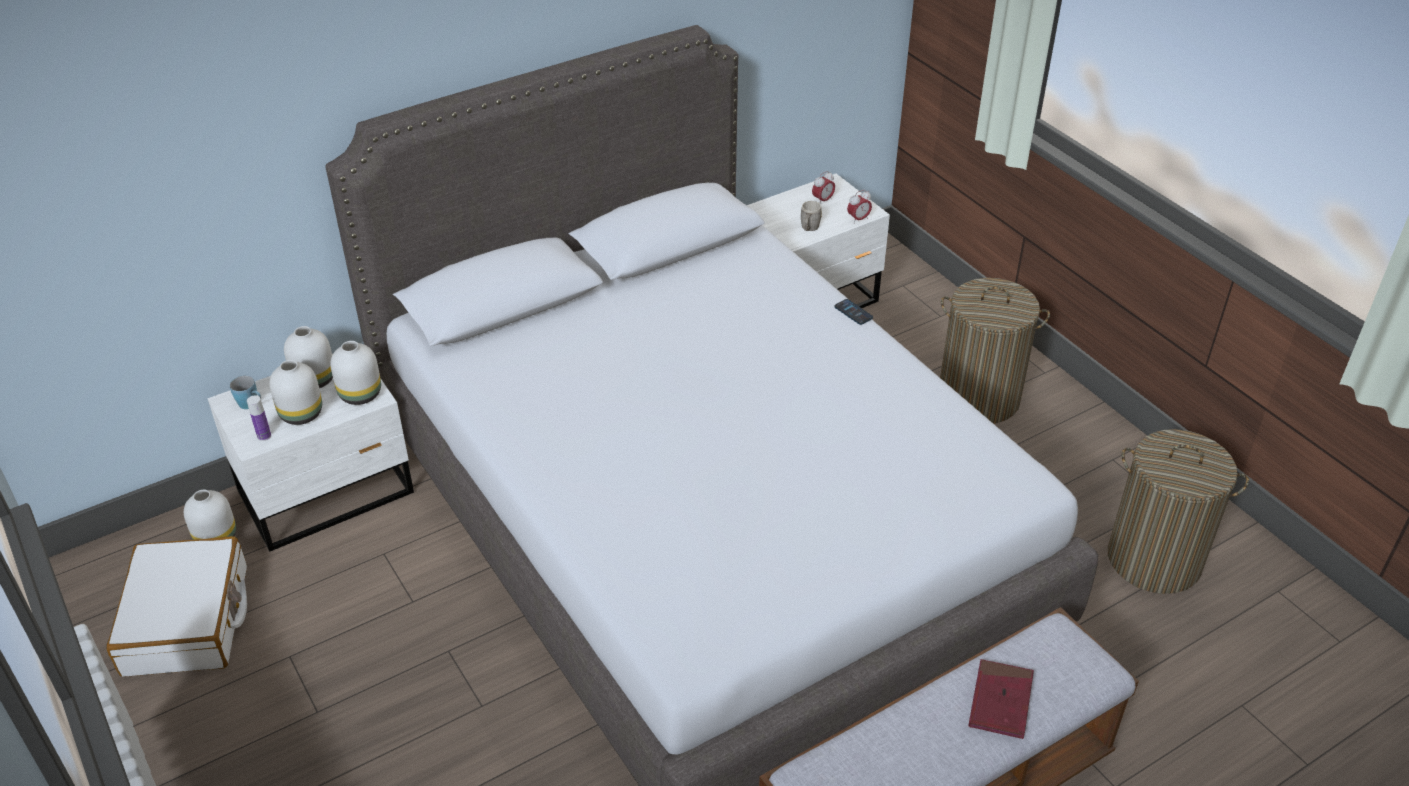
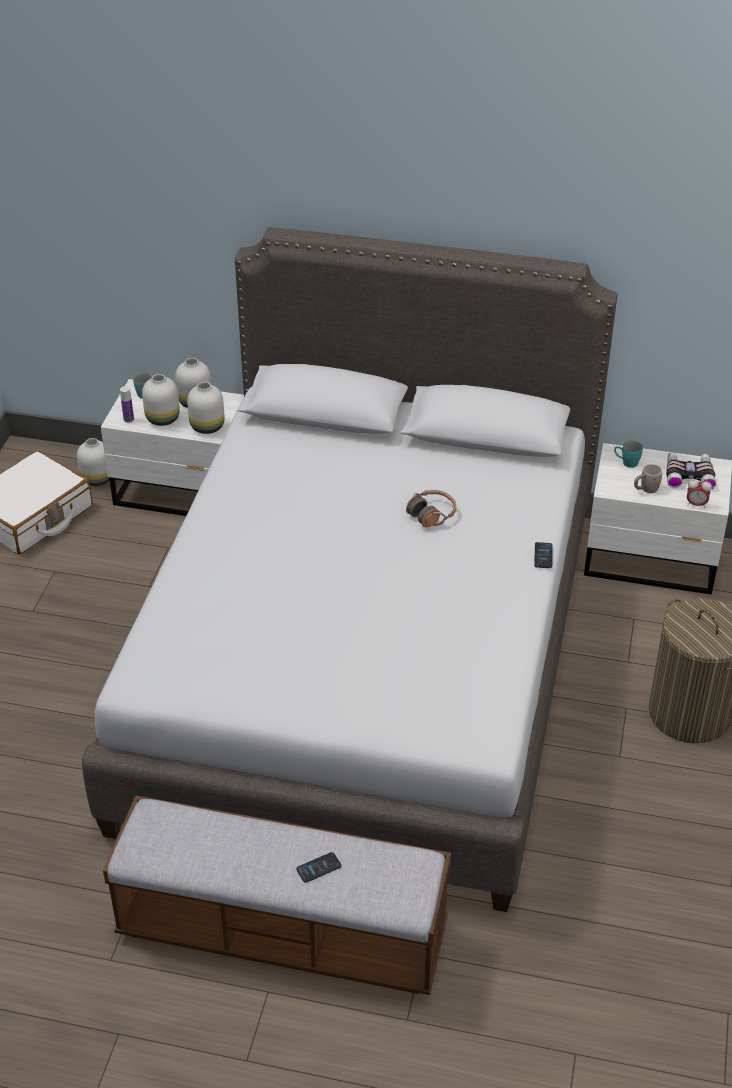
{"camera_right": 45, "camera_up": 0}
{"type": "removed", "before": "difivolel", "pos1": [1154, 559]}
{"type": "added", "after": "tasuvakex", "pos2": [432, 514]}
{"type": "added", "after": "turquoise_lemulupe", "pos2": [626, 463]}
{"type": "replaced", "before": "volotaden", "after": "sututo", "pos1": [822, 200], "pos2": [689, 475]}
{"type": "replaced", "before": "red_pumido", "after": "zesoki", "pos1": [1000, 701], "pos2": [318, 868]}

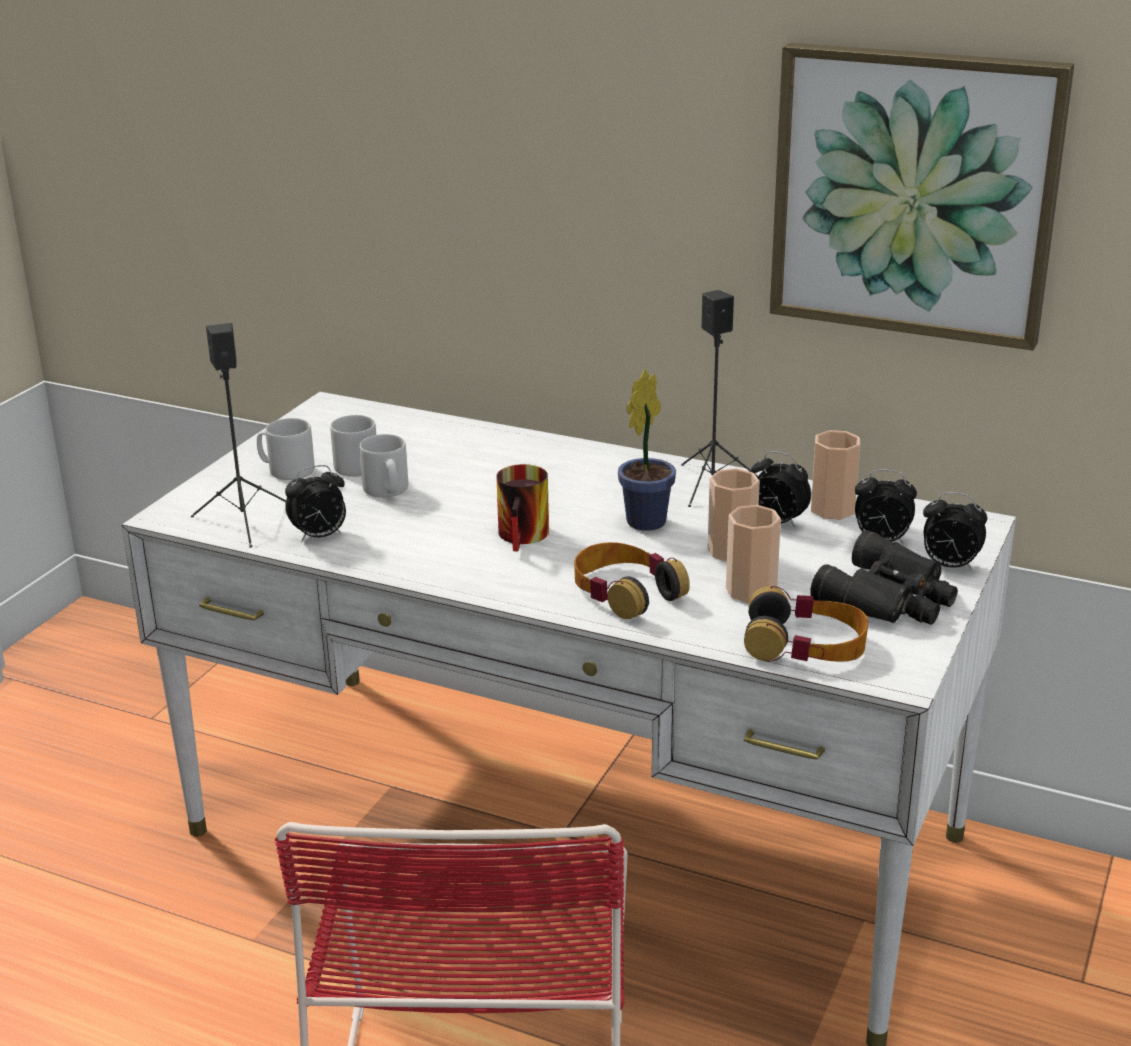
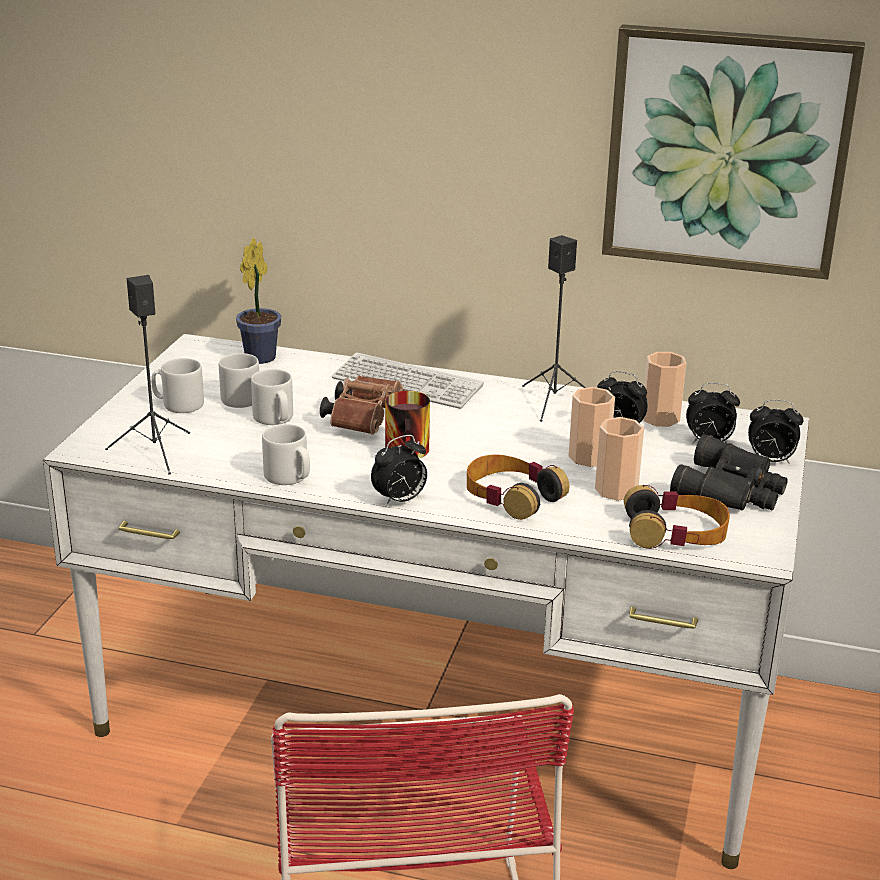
{"camera_right": -10, "camera_up": 0}
{"type": "added", "after": "grey_lemulupe", "pos2": [289, 477]}
{"type": "added", "after": "brown_sututo", "pos2": [364, 419]}
{"type": "added", "after": "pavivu", "pos2": [407, 383]}
{"type": "moved", "before": "volotaden", "pos1": [319, 537], "pos2": [400, 500]}
{"type": "moved", "before": "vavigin", "pos1": [649, 519], "pos2": [262, 356]}

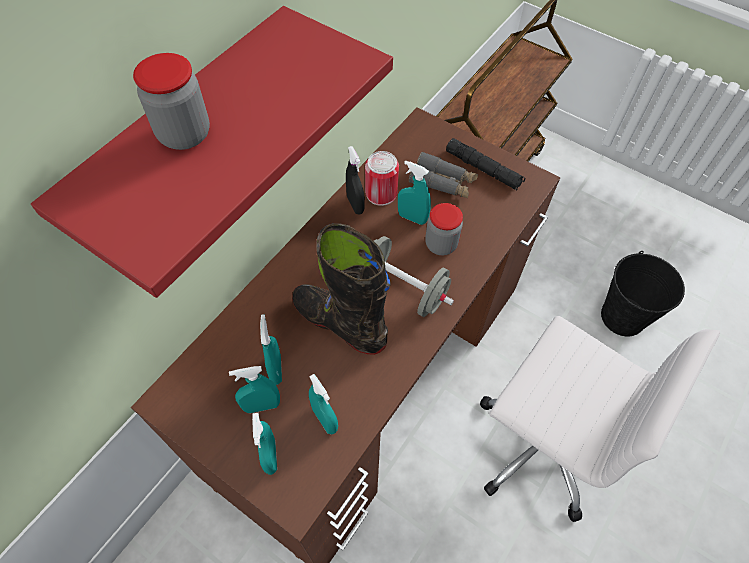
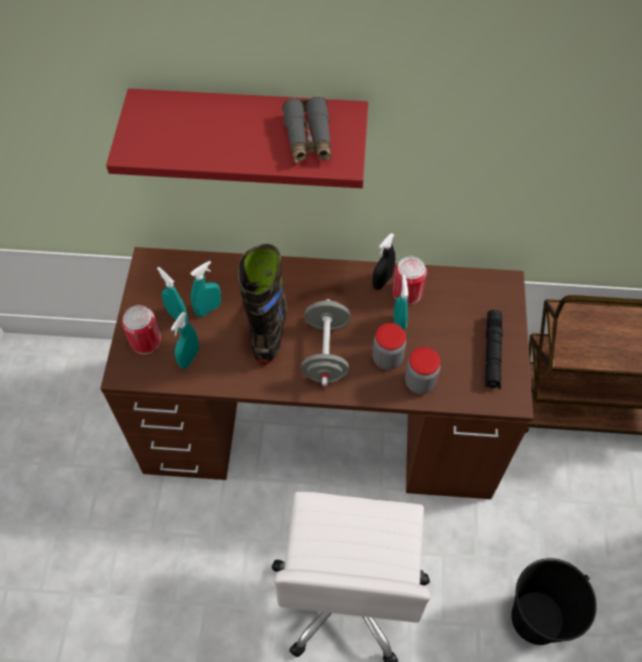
{"camera_right": 60, "camera_up": 0}
{"type": "moved", "before": "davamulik", "pos1": [184, 134], "pos2": [420, 382]}
{"type": "moved", "before": "grey_sututo", "pos1": [443, 182], "pos2": [308, 139]}
{"type": "replaced", "before": "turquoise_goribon", "after": "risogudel", "pos1": [270, 456], "pos2": [145, 341]}

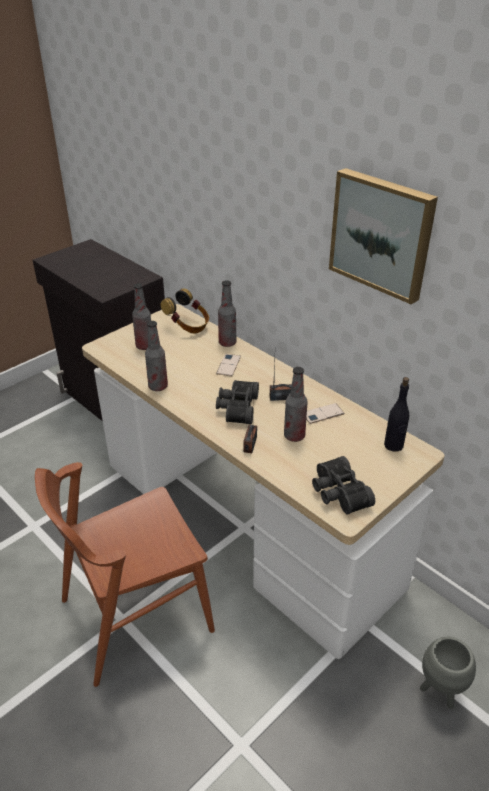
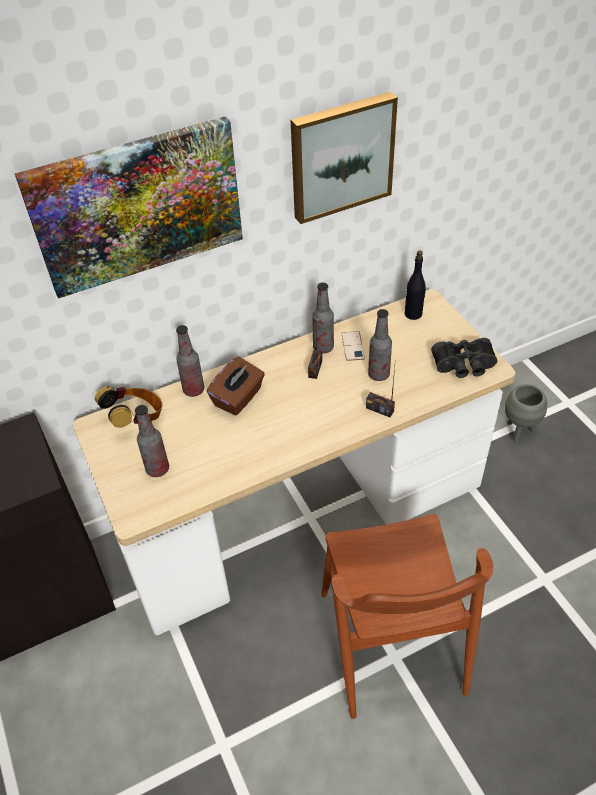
{"camera_right": -70, "camera_up": 10}
{"type": "removed", "before": "black_sututo", "pos1": [236, 408]}
{"type": "added", "after": "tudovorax", "pos2": [137, 206]}
{"type": "moved", "before": "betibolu", "pos1": [158, 386], "pos2": [323, 347]}
{"type": "replaced", "before": "zesoki", "after": "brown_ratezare", "pos1": [228, 365], "pos2": [238, 398]}

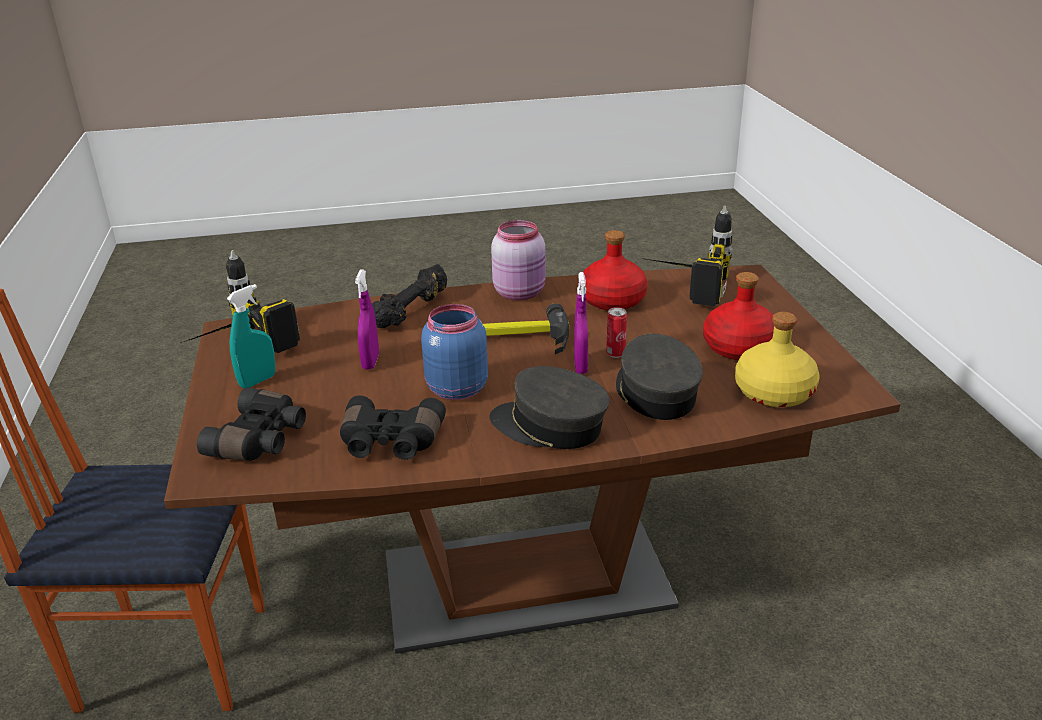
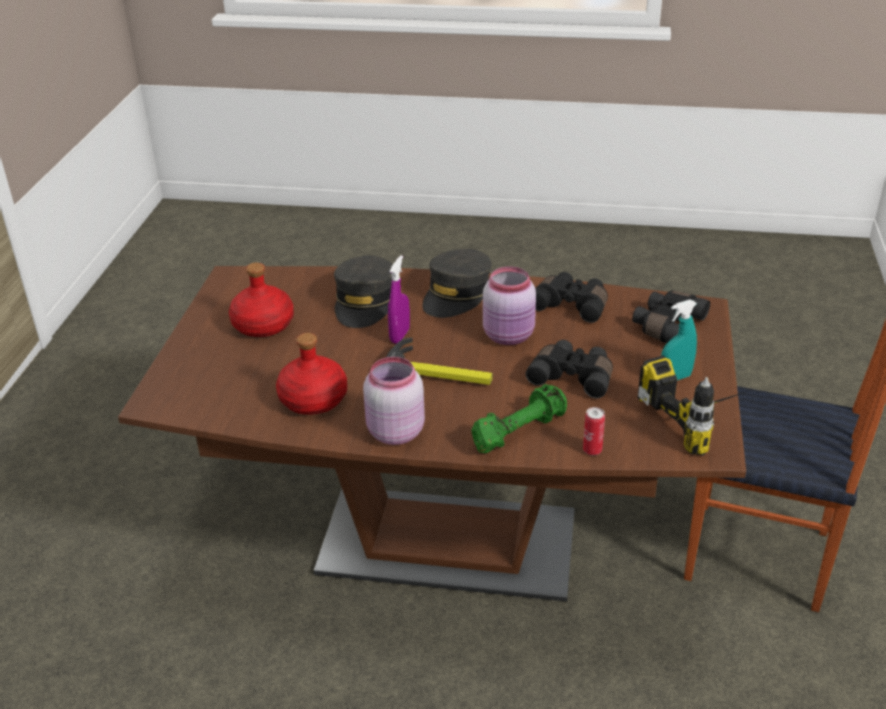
{"camera_right": -160, "camera_up": 5}
{"type": "removed", "before": "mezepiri", "pos1": [681, 287]}
{"type": "removed", "before": "yellow_betibolu", "pos1": [773, 392]}
{"type": "moved", "before": "risogudel", "pos1": [615, 354], "pos2": [592, 450]}
{"type": "replaced", "before": "purple_goribon", "after": "black_sututo", "pos1": [370, 362], "pos2": [573, 377]}
{"type": "recoloured", "before": "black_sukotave", "after": "green_sukotave", "pos1": [411, 311], "pos2": [518, 431]}
{"type": "recoloured", "before": "blue_davamulik", "after": "pink_davamulik", "pos1": [455, 389], "pos2": [510, 336]}
{"type": "turned", "before": "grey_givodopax", "pos1": [549, 426], "pos2": [456, 295], "turn": 75}

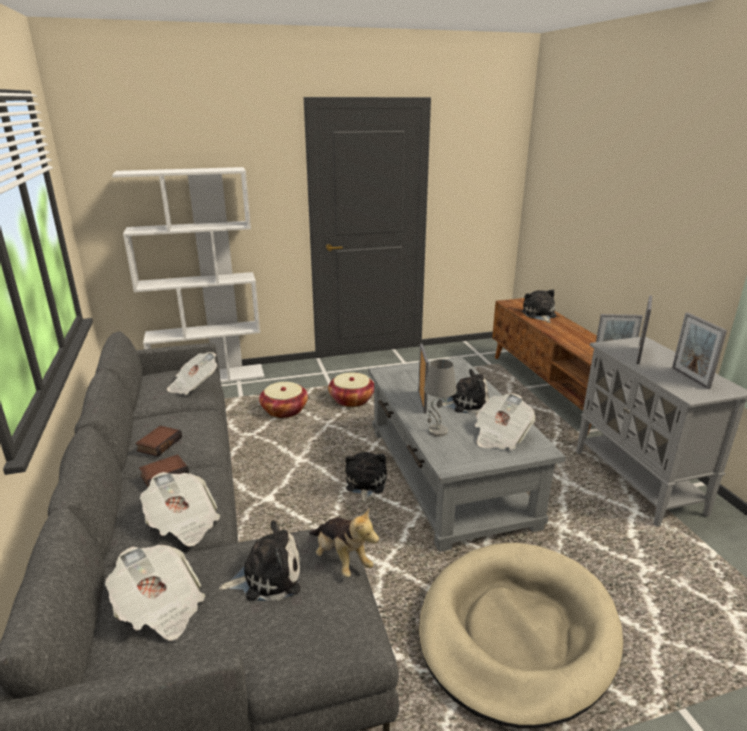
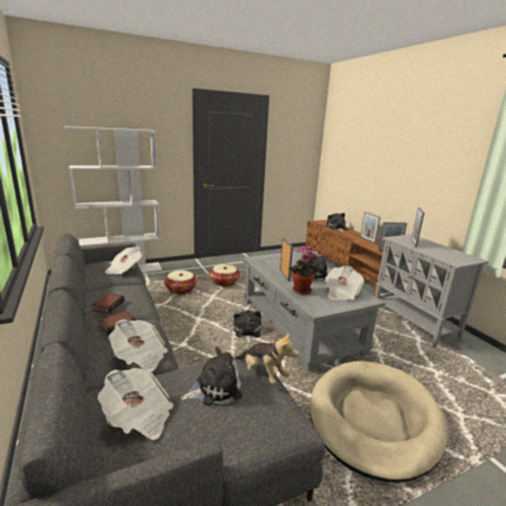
{"camera_right": -10, "camera_up": -5}
{"type": "moved", "before": "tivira", "pos1": [690, 378], "pos2": [367, 240]}
{"type": "replaced", "before": "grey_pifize", "after": "vavigin", "pos1": [437, 431], "pos2": [301, 291]}

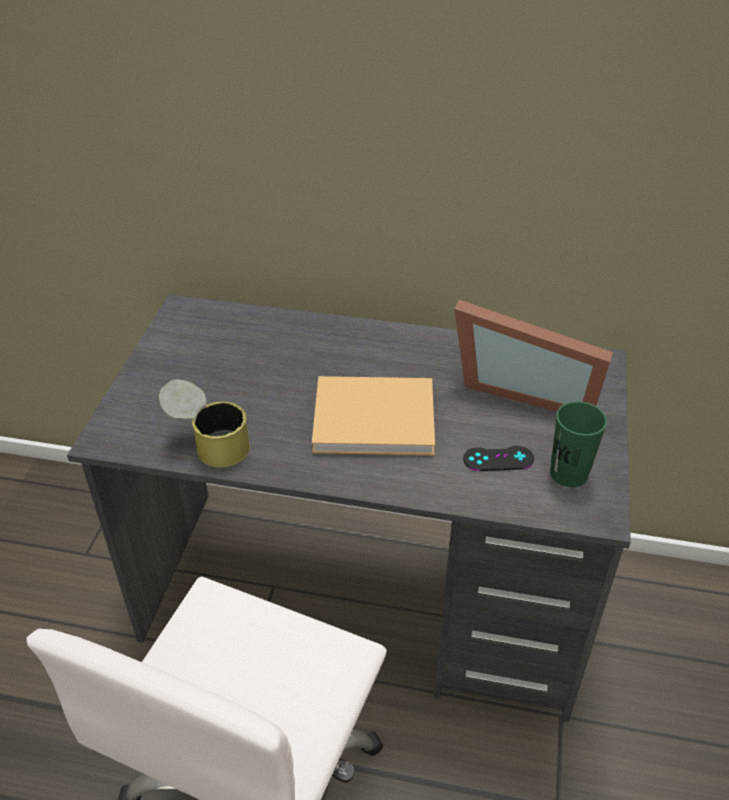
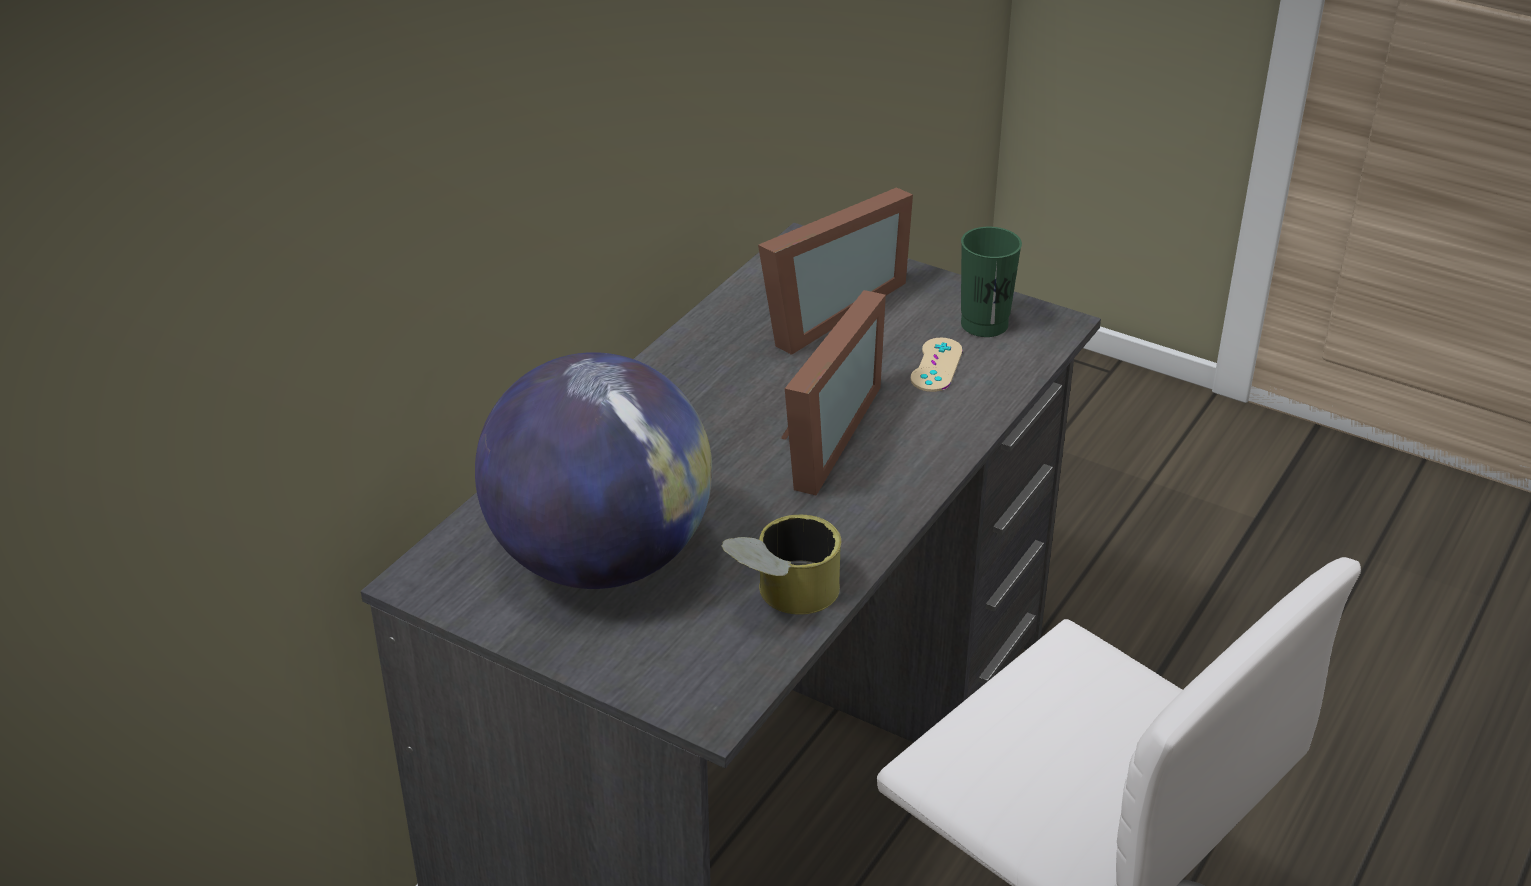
{"camera_right": -70, "camera_up": -5}
{"type": "added", "after": "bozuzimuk", "pos2": [600, 559]}
{"type": "replaced", "before": "beige_pumido", "after": "tivira", "pos1": [378, 419], "pos2": [815, 438]}
{"type": "recoloured", "before": "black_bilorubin", "after": "beige_bilorubin", "pos1": [498, 459], "pos2": [936, 365]}

